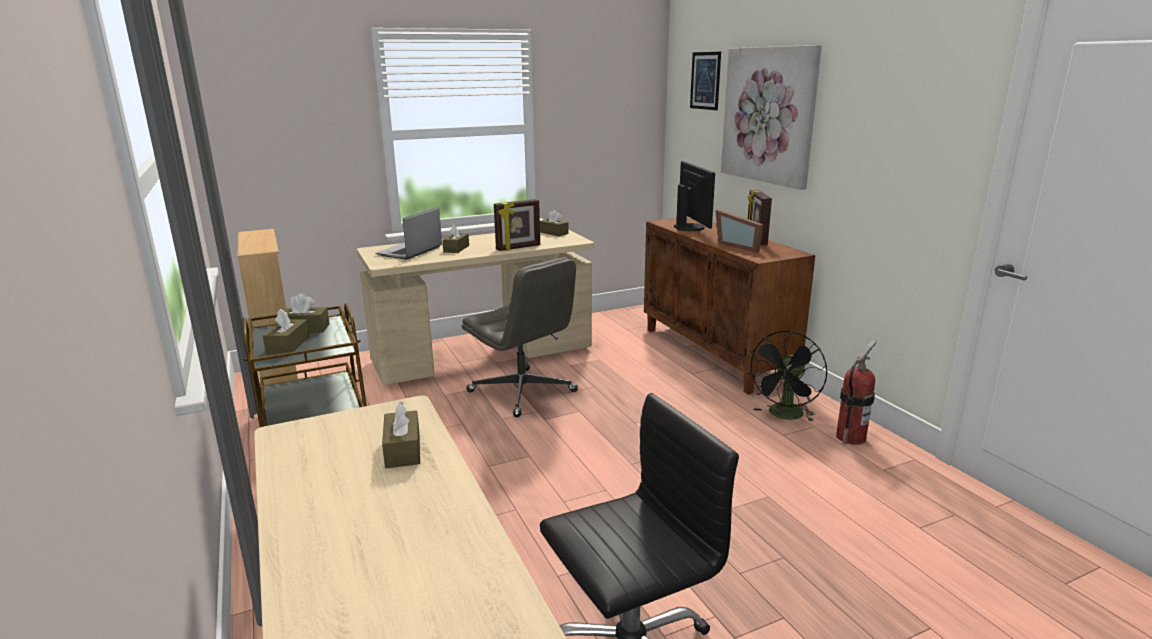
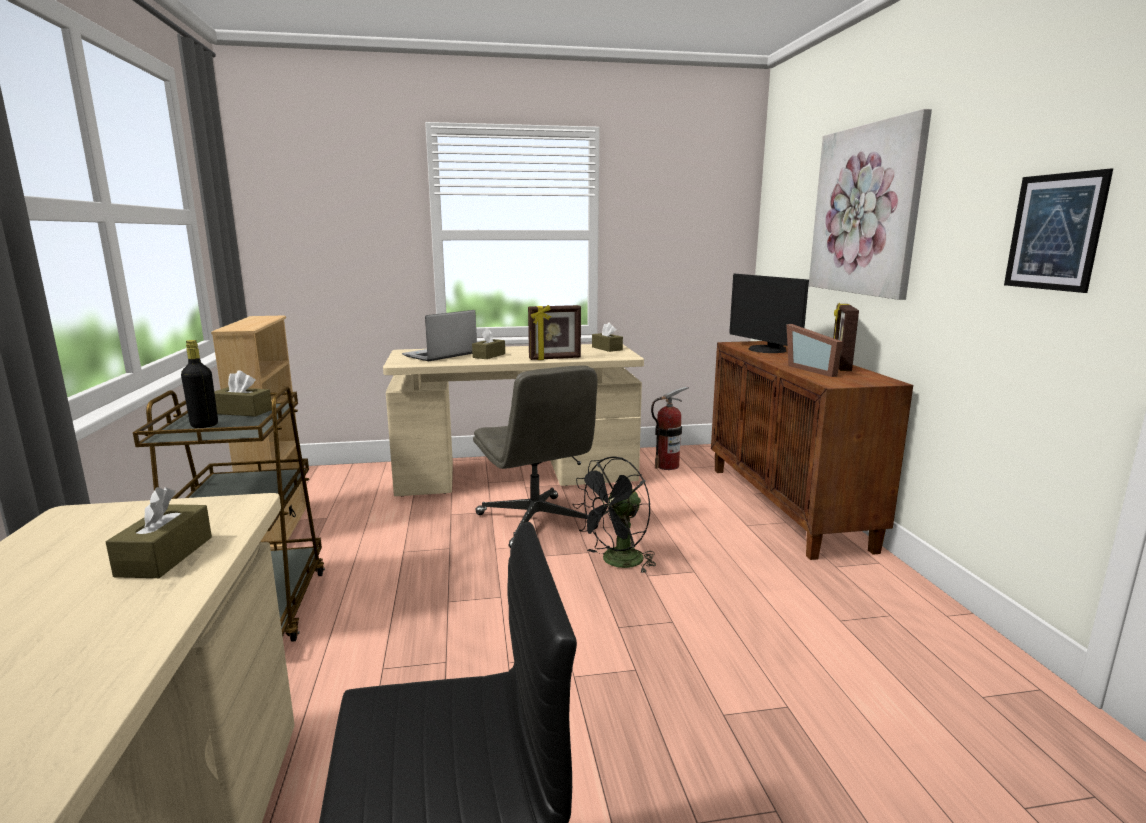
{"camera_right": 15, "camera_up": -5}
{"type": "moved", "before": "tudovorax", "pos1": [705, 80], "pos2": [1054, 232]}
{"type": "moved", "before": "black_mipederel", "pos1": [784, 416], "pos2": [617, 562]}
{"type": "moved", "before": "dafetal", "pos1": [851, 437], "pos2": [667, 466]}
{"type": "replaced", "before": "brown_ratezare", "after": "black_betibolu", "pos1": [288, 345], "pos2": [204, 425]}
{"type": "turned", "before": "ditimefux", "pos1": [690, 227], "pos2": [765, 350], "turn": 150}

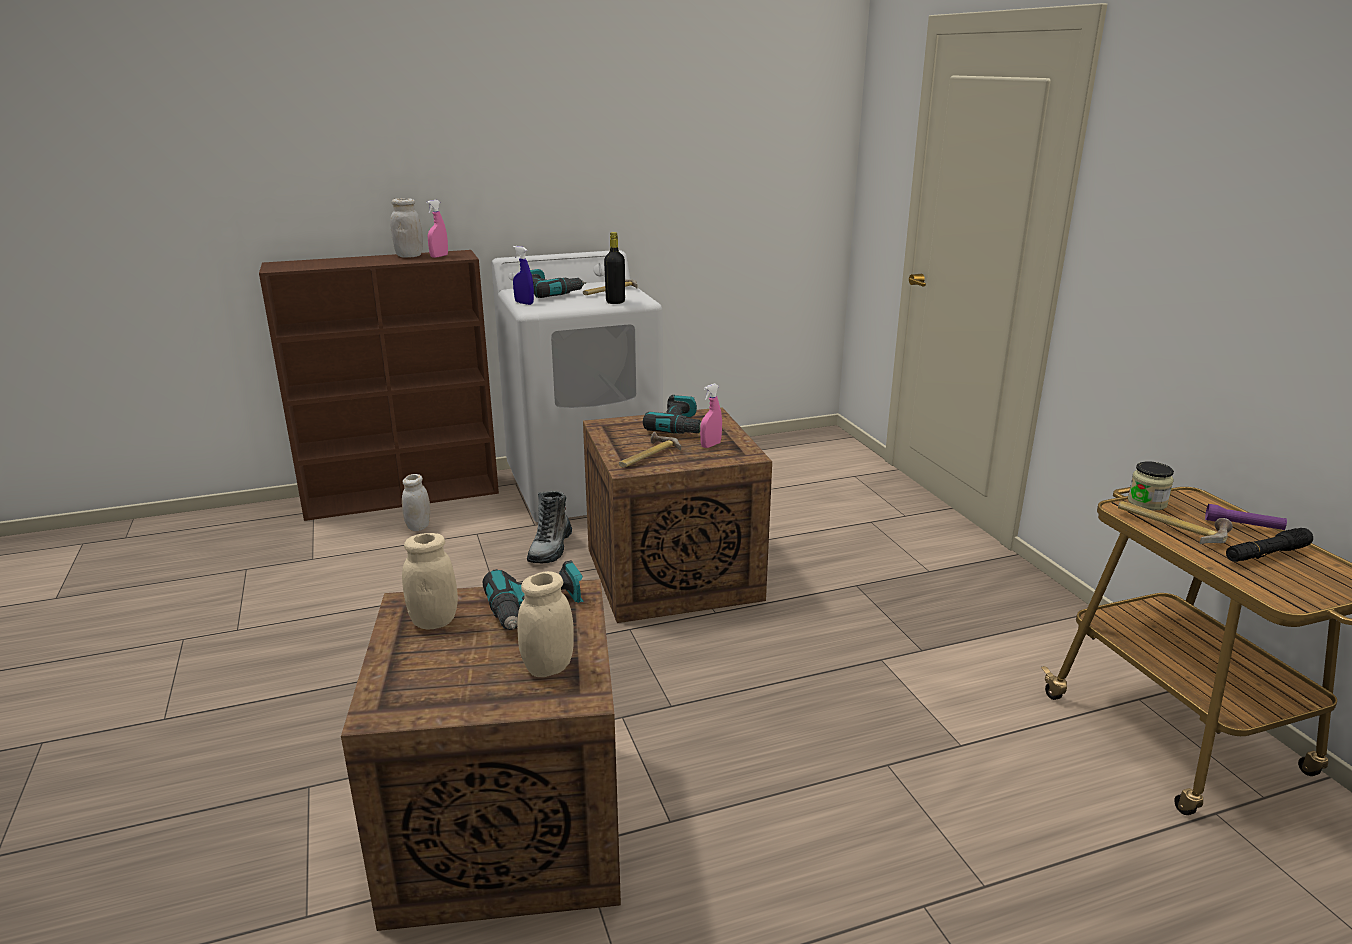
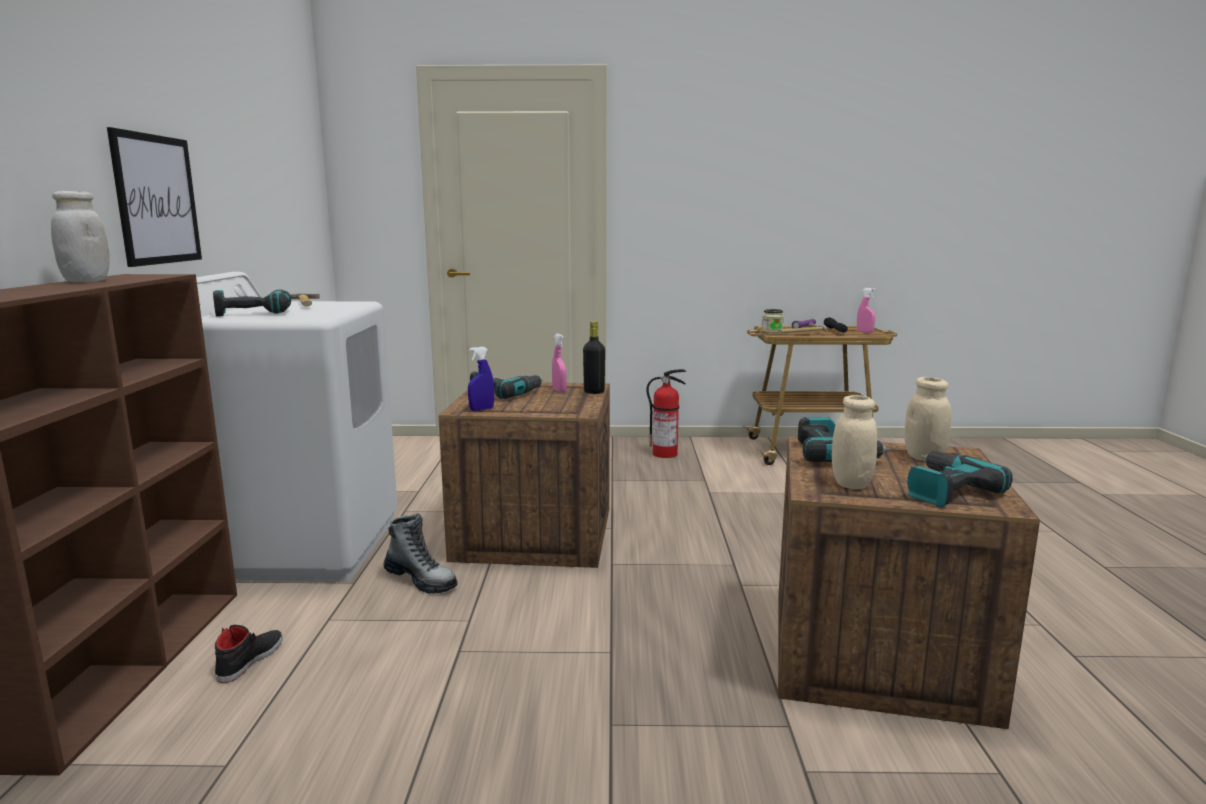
{"camera_right": -70, "camera_up": -10}
{"type": "removed", "before": "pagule", "pos1": [646, 456]}
{"type": "added", "after": "tudovorax", "pos2": [157, 199]}
{"type": "added", "after": "dafetal", "pos2": [666, 454]}
{"type": "added", "after": "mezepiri", "pos2": [943, 490]}
{"type": "moved", "before": "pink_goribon", "pos1": [439, 256], "pos2": [864, 332]}
{"type": "moved", "before": "blue_goribon", "pos1": [524, 303], "pos2": [481, 409]}
{"type": "moved", "before": "black_betibolu", "pos1": [615, 302], "pos2": [594, 392]}
{"type": "replaced", "before": "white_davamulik", "after": "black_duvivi", "pos1": [418, 526], "pos2": [250, 660]}

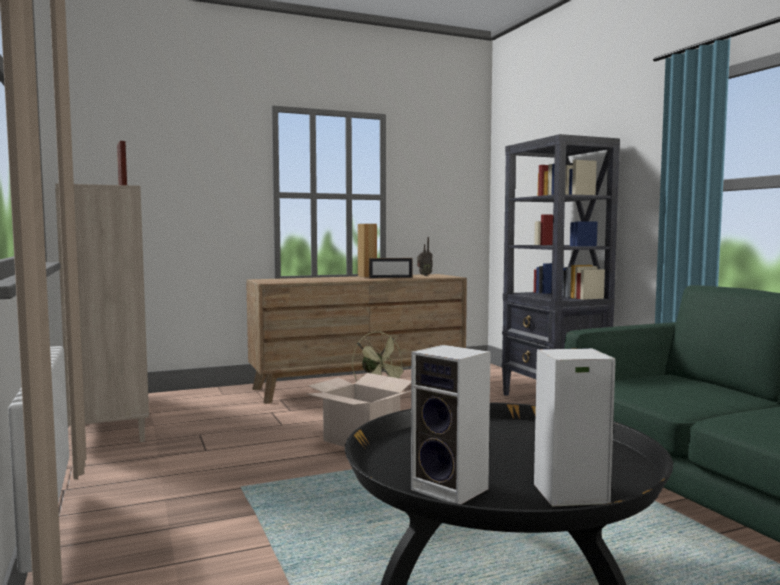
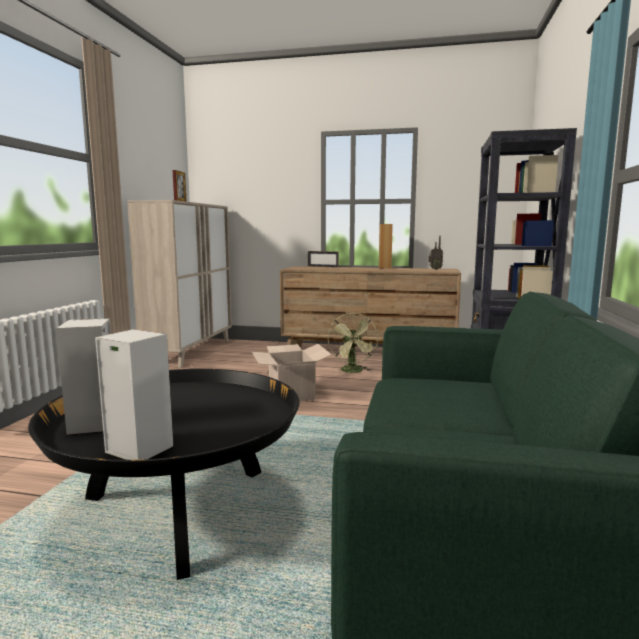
{"camera_right": 35, "camera_up": 5}
{"type": "moved", "before": "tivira", "pos1": [390, 278], "pos2": [323, 267]}

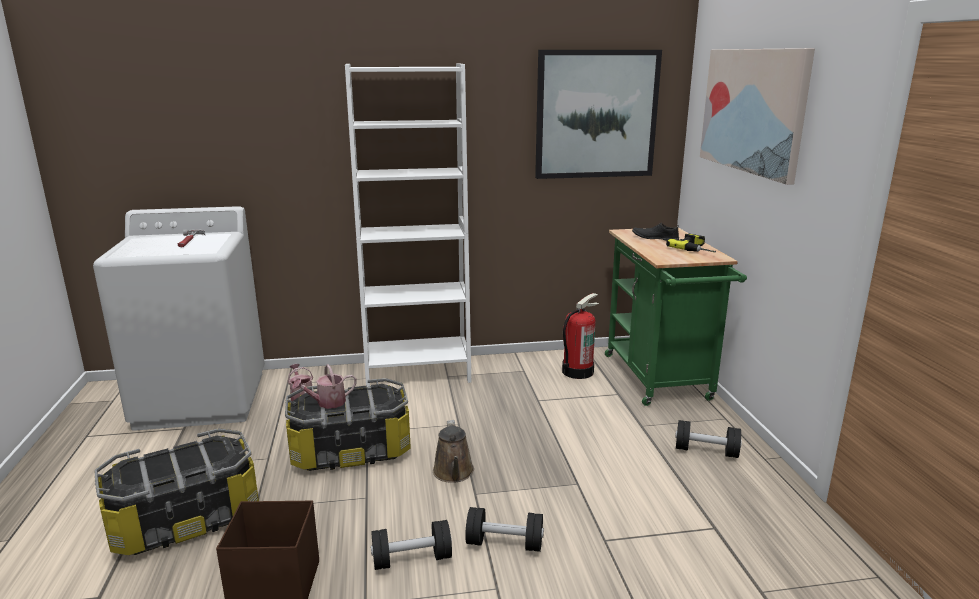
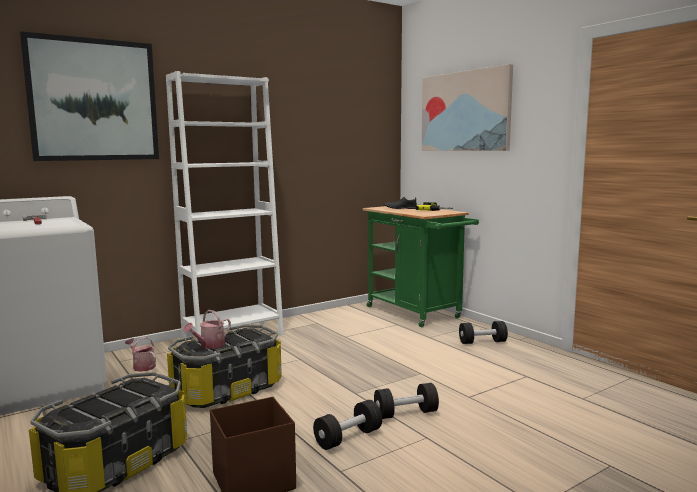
{"camera_right": -25, "camera_up": -10}
{"type": "removed", "before": "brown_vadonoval", "pos1": [453, 473]}
{"type": "removed", "before": "dafetal", "pos1": [577, 371]}
{"type": "moved", "before": "tudovorax", "pos1": [596, 114], "pos2": [94, 100]}

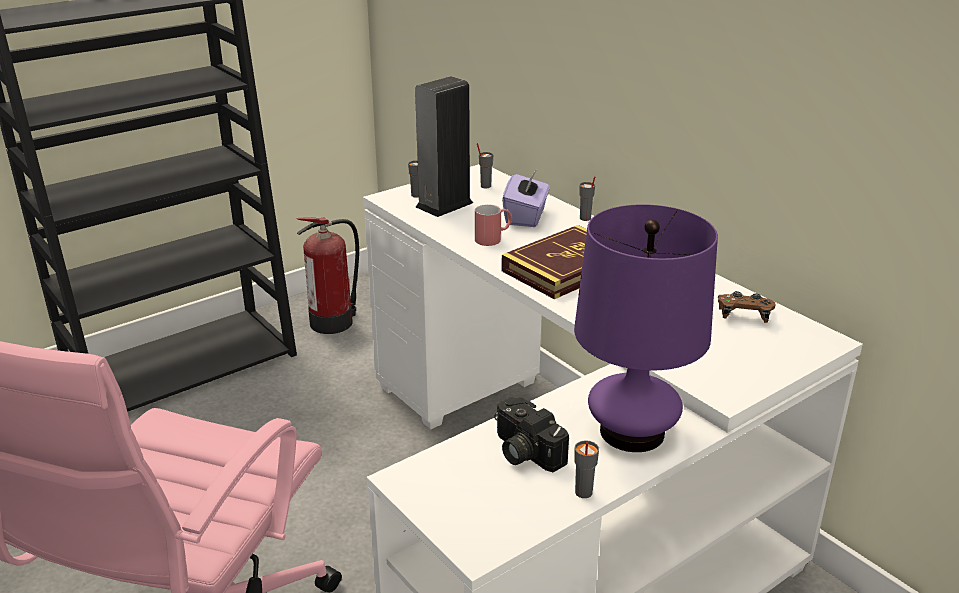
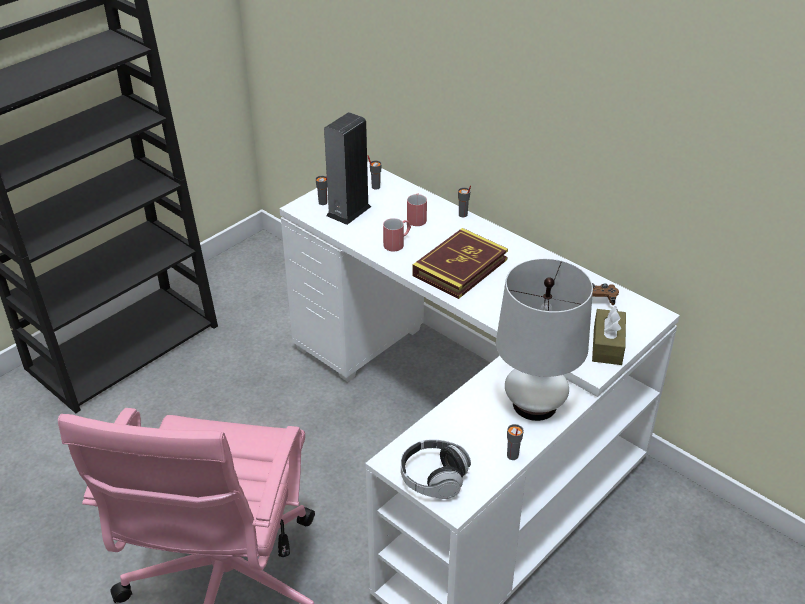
{"camera_right": -10, "camera_up": 10}
{"type": "removed", "before": "dafetal", "pos1": [334, 322]}
{"type": "removed", "before": "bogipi", "pos1": [523, 452]}
{"type": "added", "after": "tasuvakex", "pos2": [434, 478]}
{"type": "added", "after": "brown_ratezare", "pos2": [607, 345]}
{"type": "replaced", "before": "purple_ratezare", "after": "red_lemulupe", "pos1": [526, 217], "pos2": [417, 217]}
{"type": "recoloured", "before": "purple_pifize", "after": "white_pifize", "pos1": [632, 432], "pos2": [534, 404]}

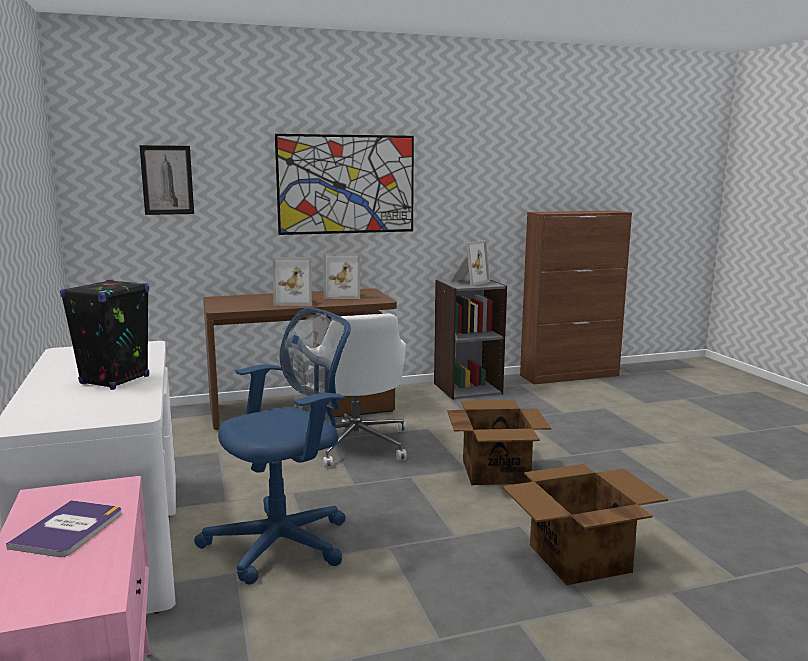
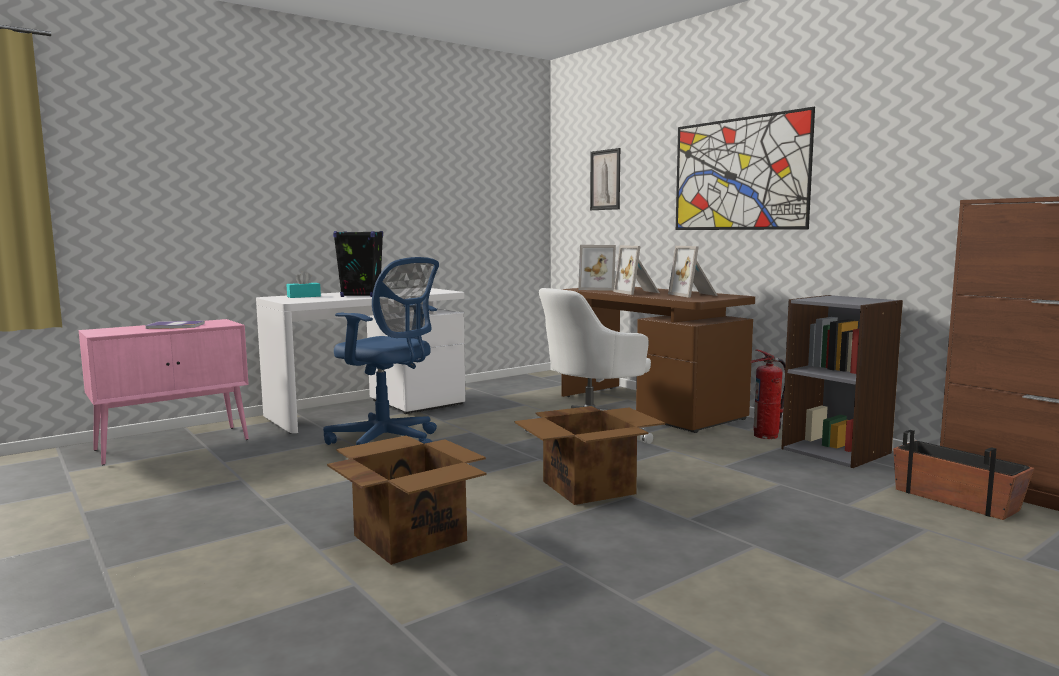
{"camera_right": 70, "camera_up": -5}
{"type": "added", "after": "turquoise_ratezare", "pos2": [304, 296]}
{"type": "added", "after": "dafetal", "pos2": [766, 436]}
{"type": "added", "after": "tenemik", "pos2": [956, 499]}
{"type": "moved", "before": "tivira", "pos1": [467, 282], "pos2": [599, 289]}

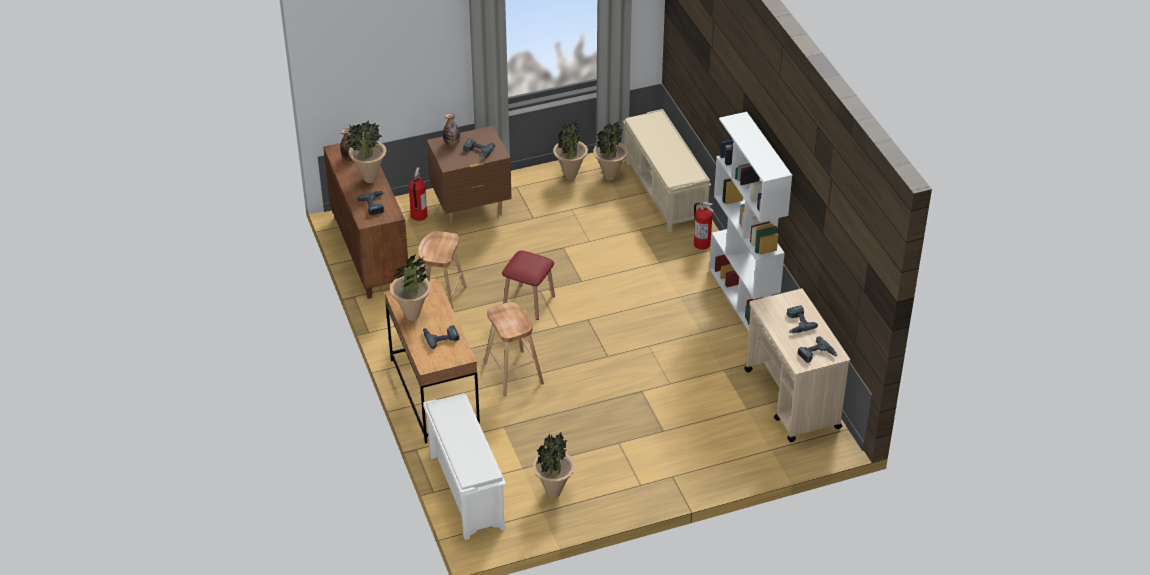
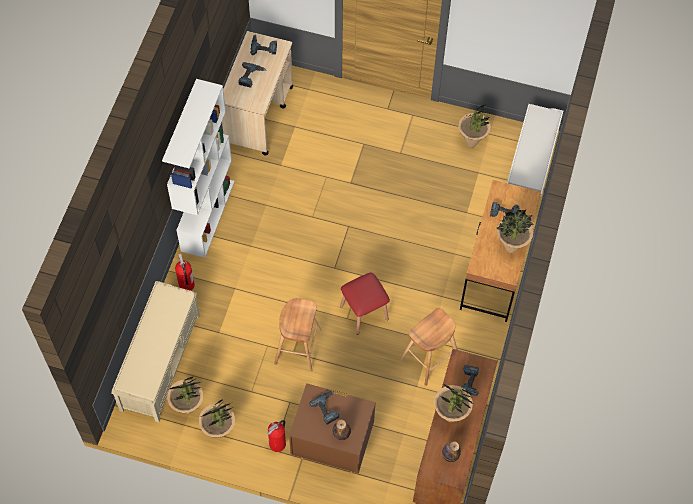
{"camera_right": -145, "camera_up": 20}
{"type": "moved", "before": "dafetal", "pos1": [418, 216], "pos2": [278, 444]}
{"type": "moved", "before": "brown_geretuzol", "pos1": [513, 373], "pos2": [298, 347]}

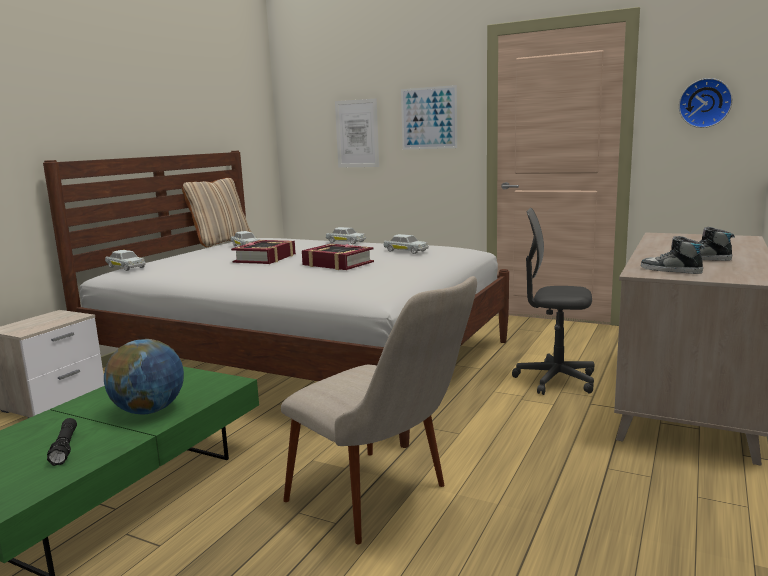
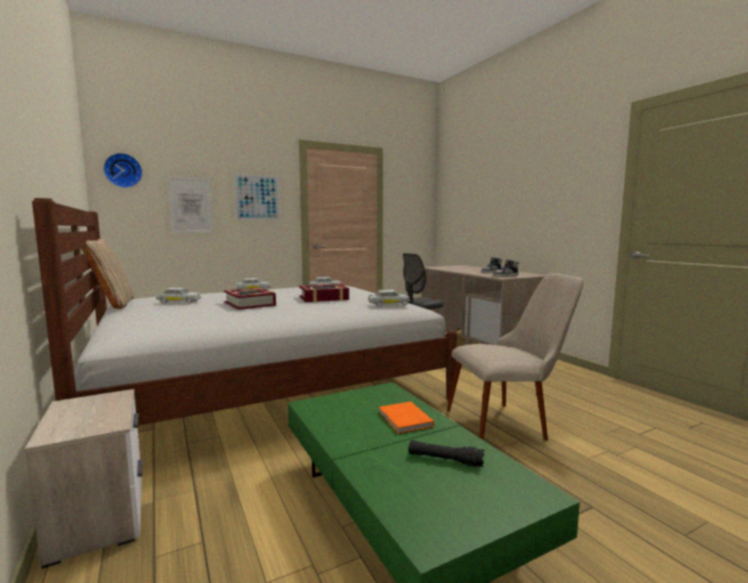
{"camera_right": -55, "camera_up": -5}
{"type": "moved", "before": "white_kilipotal", "pos1": [126, 267], "pos2": [388, 304]}
{"type": "moved", "before": "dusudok", "pos1": [705, 103], "pos2": [123, 170]}
{"type": "replaced", "before": "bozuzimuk", "after": "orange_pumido", "pos1": [149, 410], "pos2": [404, 420]}

